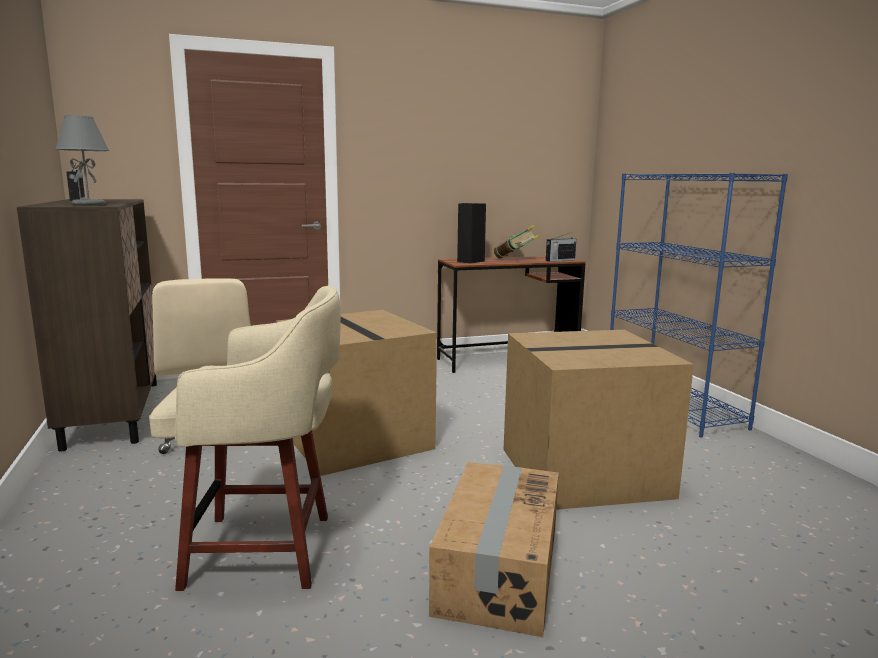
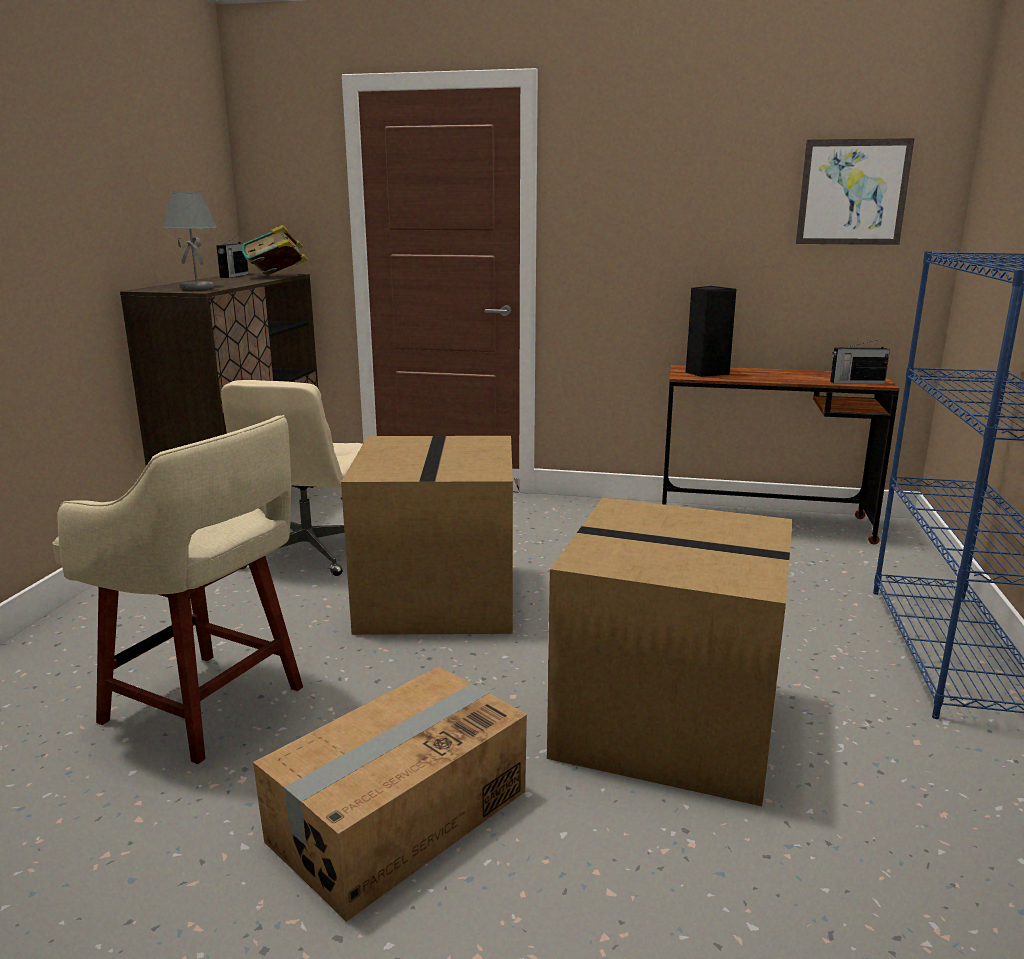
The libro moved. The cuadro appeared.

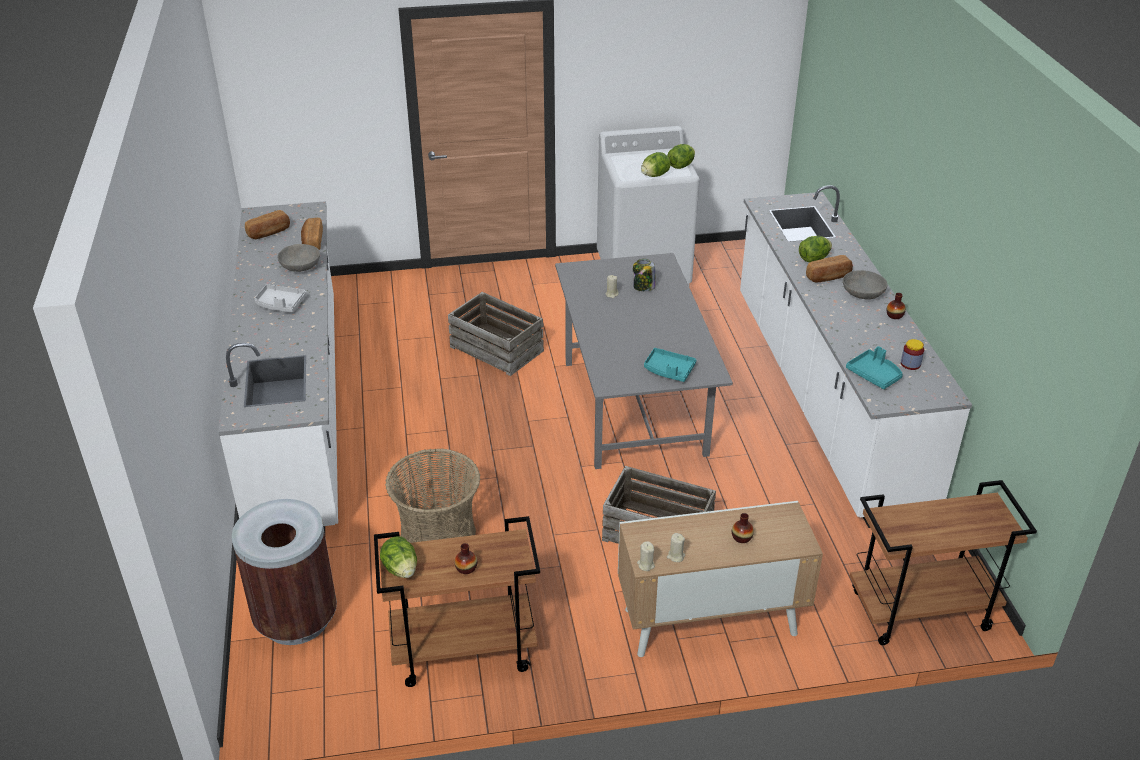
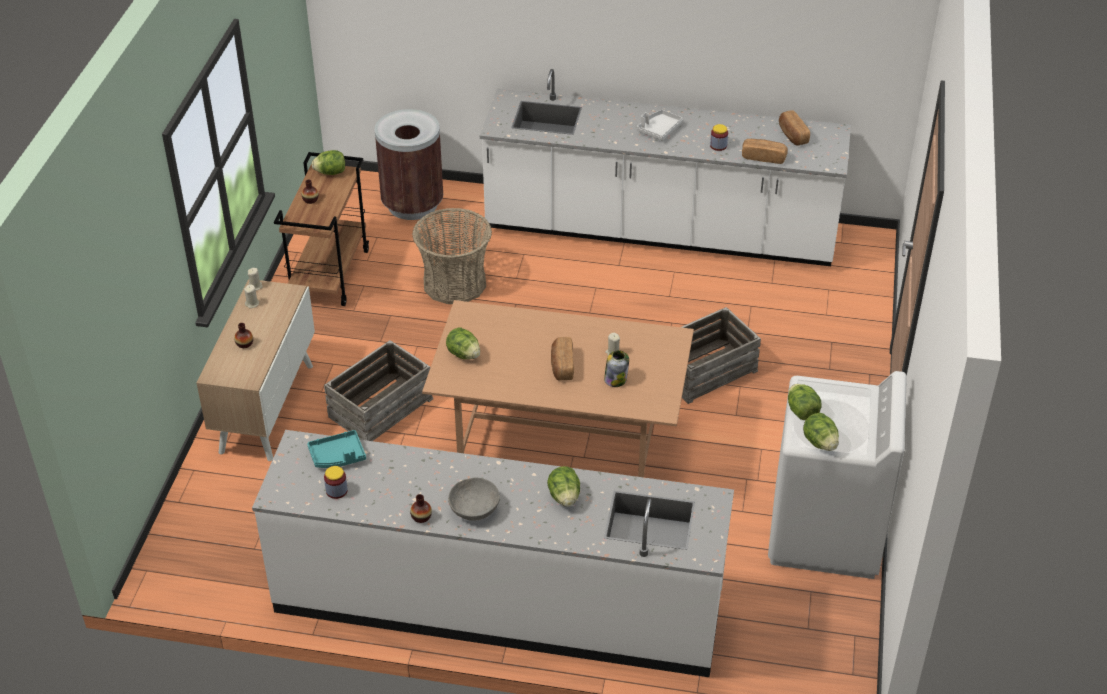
The mesa de comedor [gris] became the mesa de comedor [marrón]. The bandeja [turquesa] (no. 1 from left) was replaced by the lechuga (no. 2 from left). The pan (no. 3 from left in the first image) moved. The cuenco [gris] (no. 1 from left) was replaced by the tarro (no. 3 from left). The carrito [marrón] (no. 2 from left) disappeared.

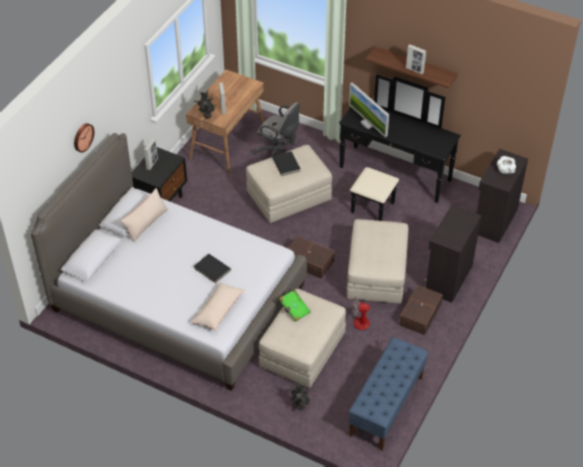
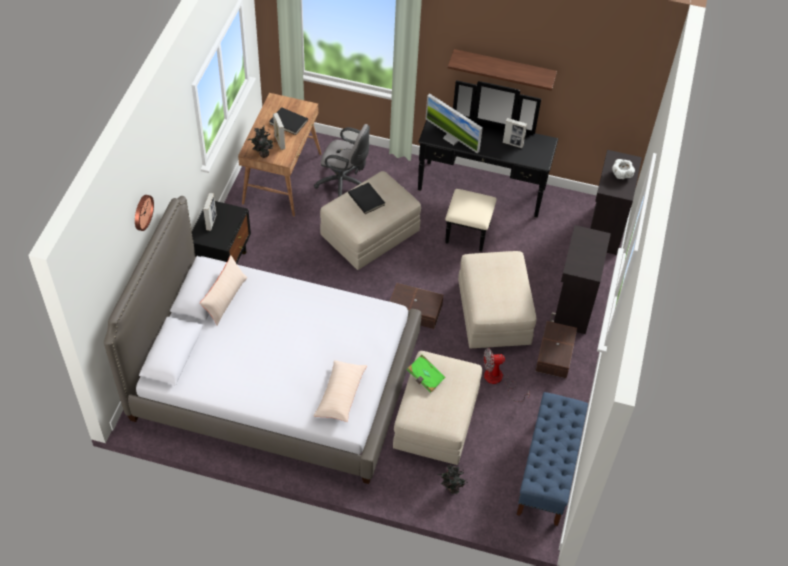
The libro [negro] (no. 1 from left) moved. The portarretratos (no. 3 from left) moved.

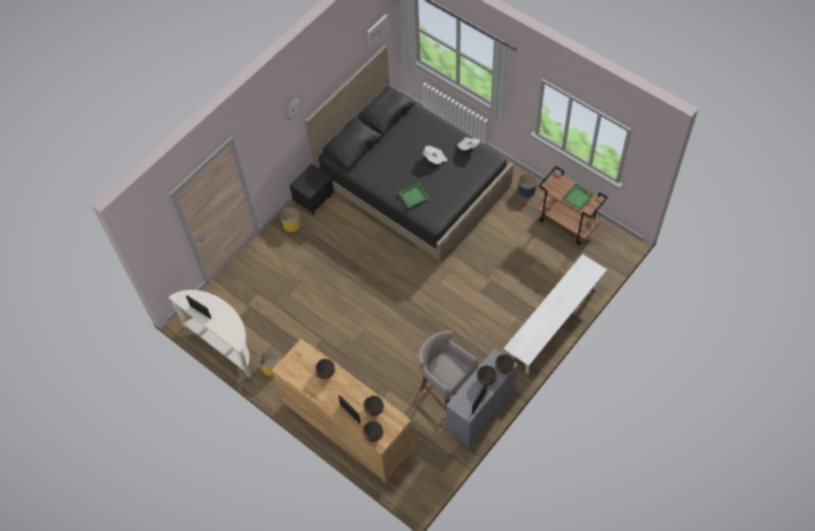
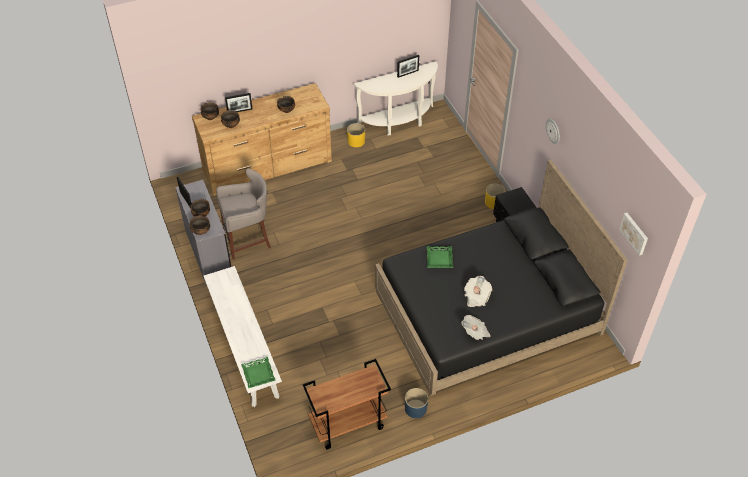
The bandeja [verde] (no. 2 from left in the first image) moved.

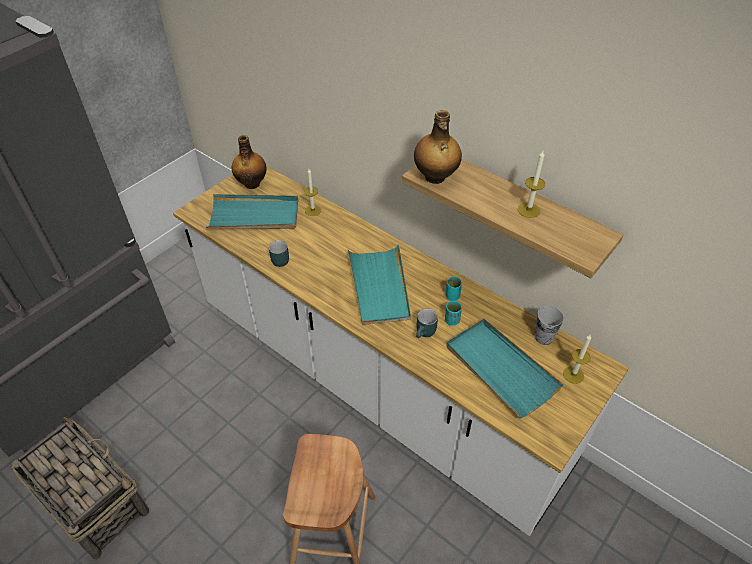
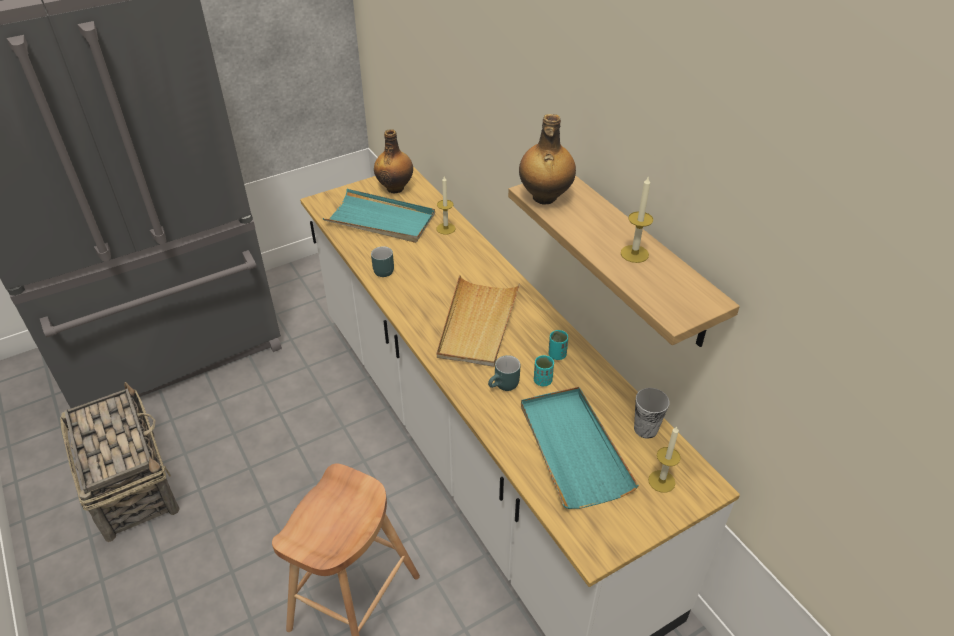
The bandeja [turquesa] (no. 2 from left) became the bandeja [beis].

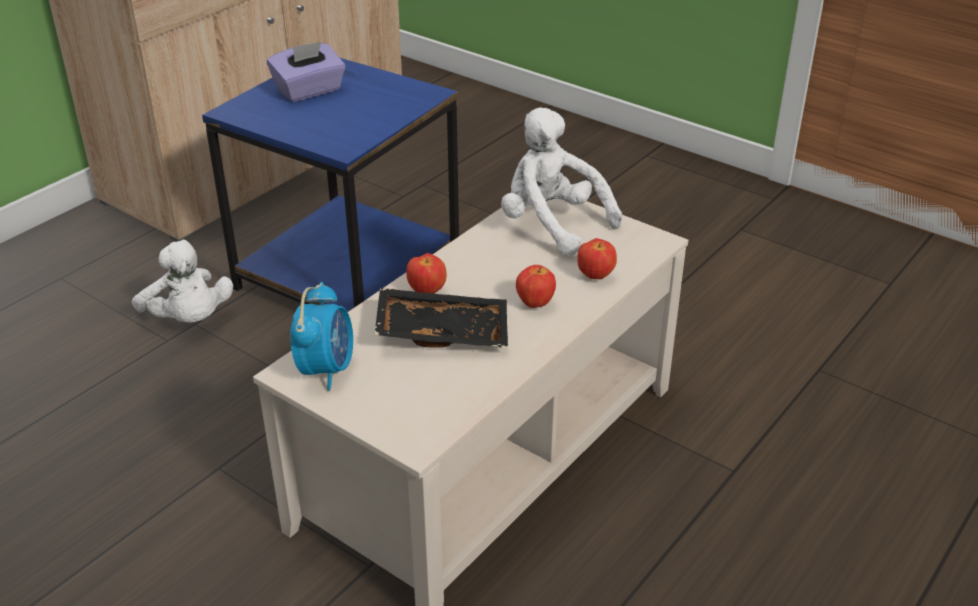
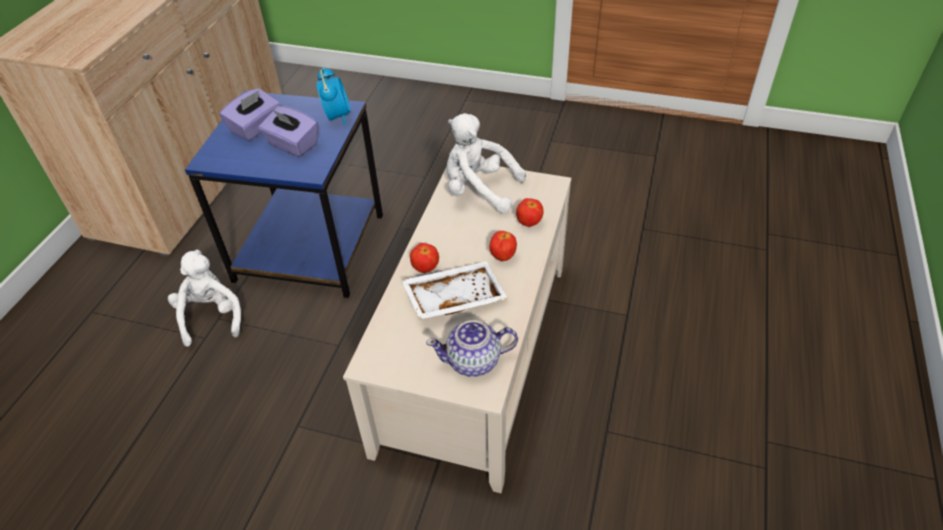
The peluche [blanco] (no. 1 from left) turned 135 degrees counterclockwise. The caja de pañuelos [morado] (no. 2 from left) appeared. The despertador moved. The bandeja [negro] became the bandeja [blanco]. The tetera appeared.

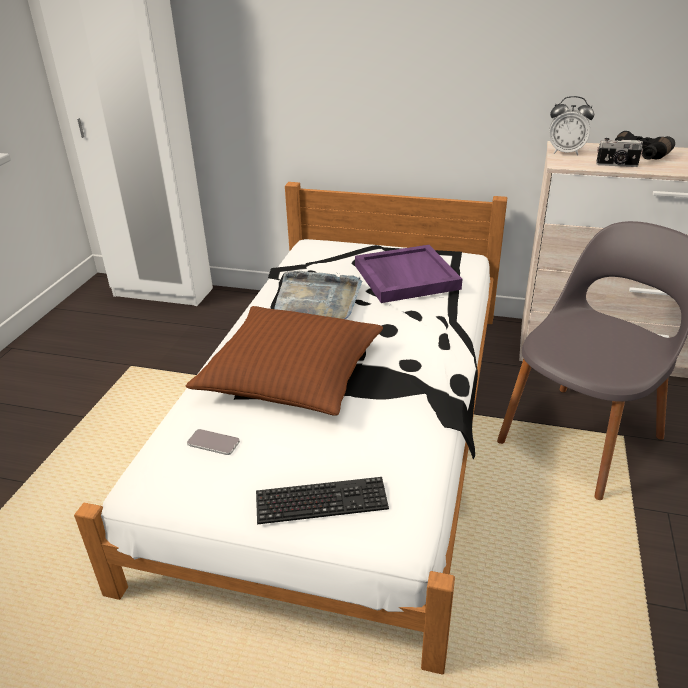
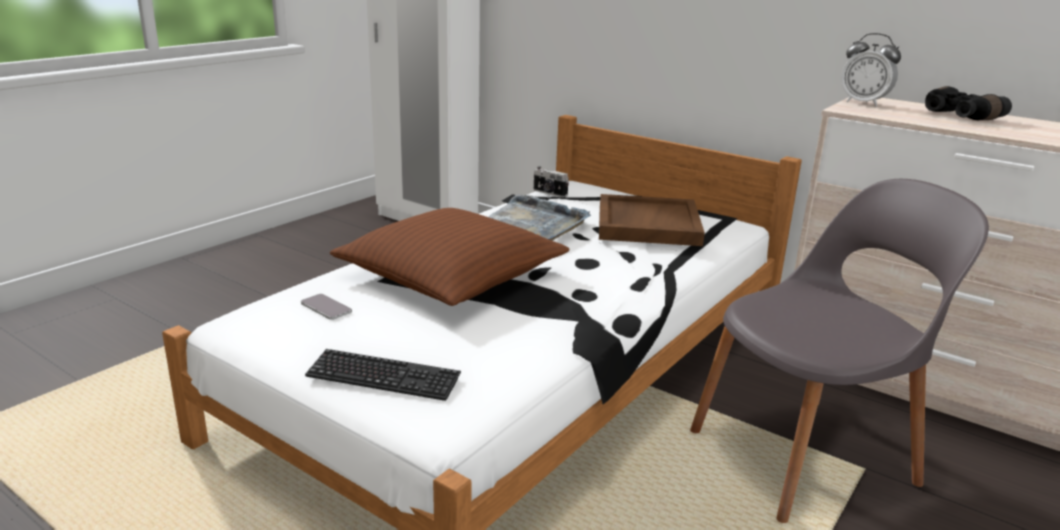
The cámara moved. The bandeja [morado] became the bandeja [marrón].

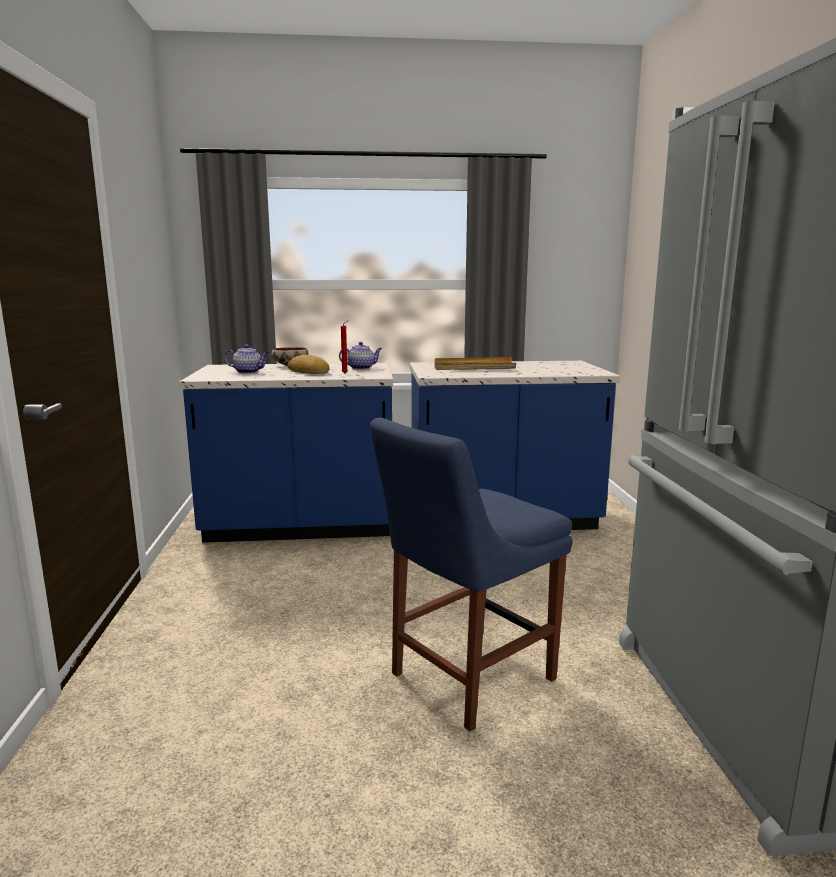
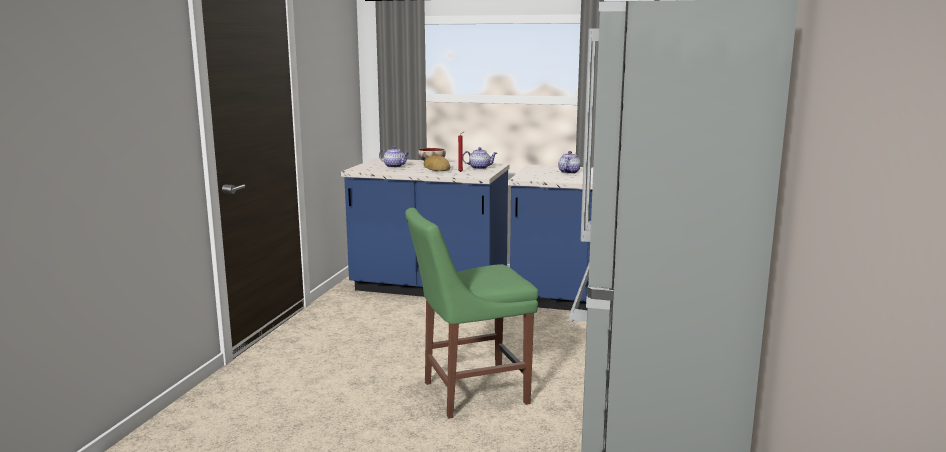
The silla [azul] became the silla [verde]. The bandeja [beis] was replaced by the tetera (no. 3 from left).

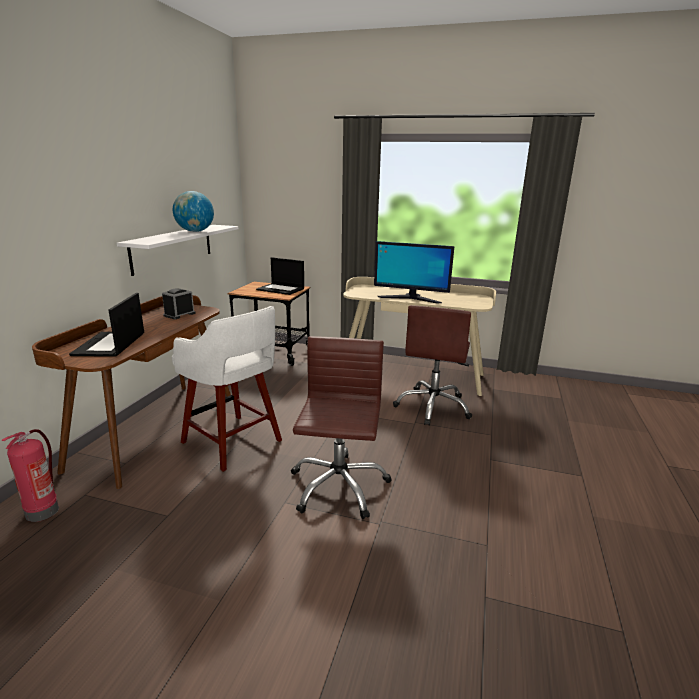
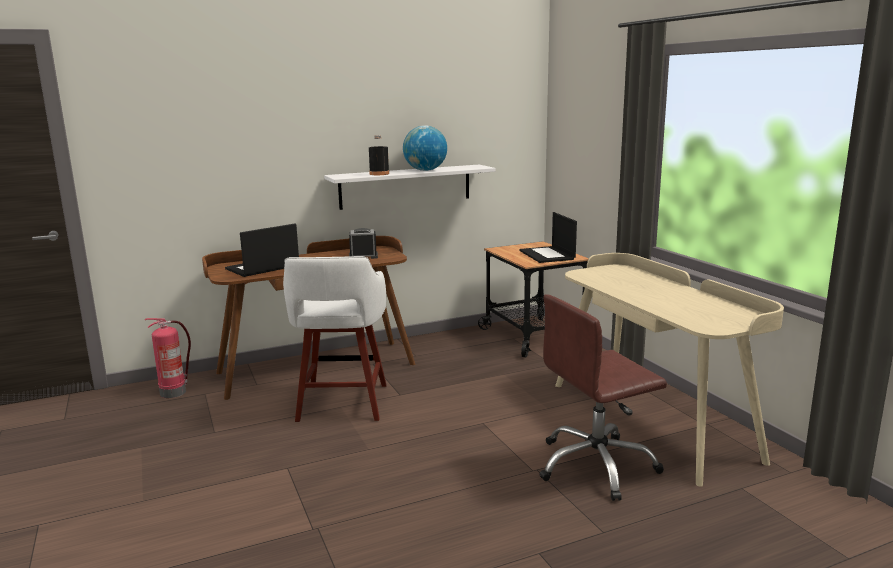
The botella [negro] appeared. The silla de oficina [marrón] (no. 1 from left) disappeared. The monitor disappeared.

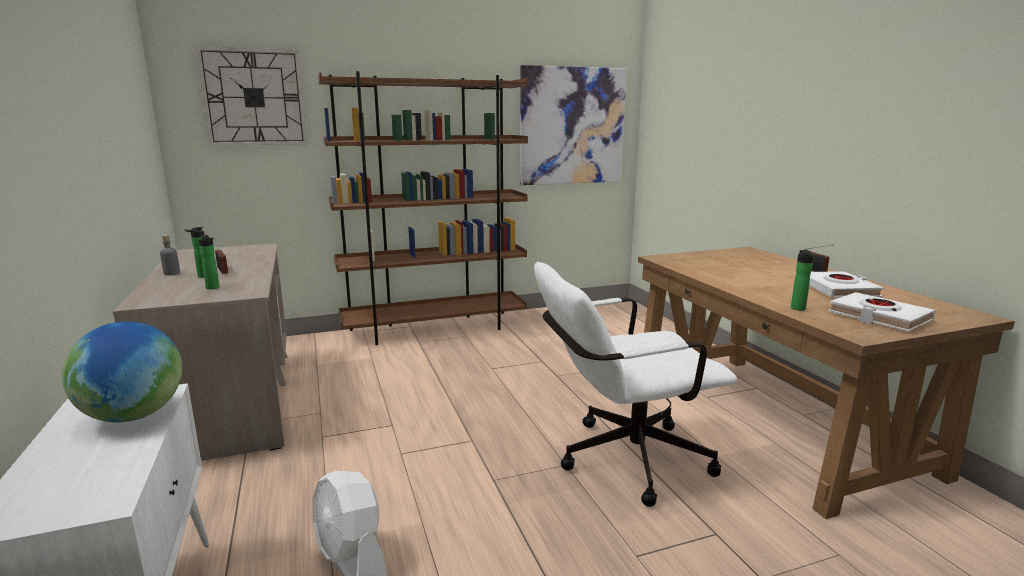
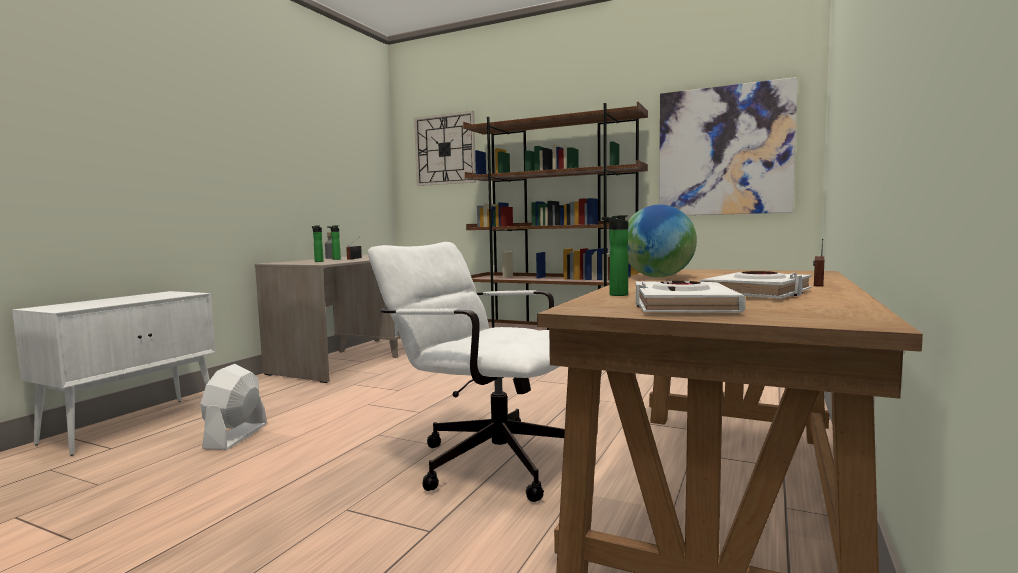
The globo terráqueo moved.

